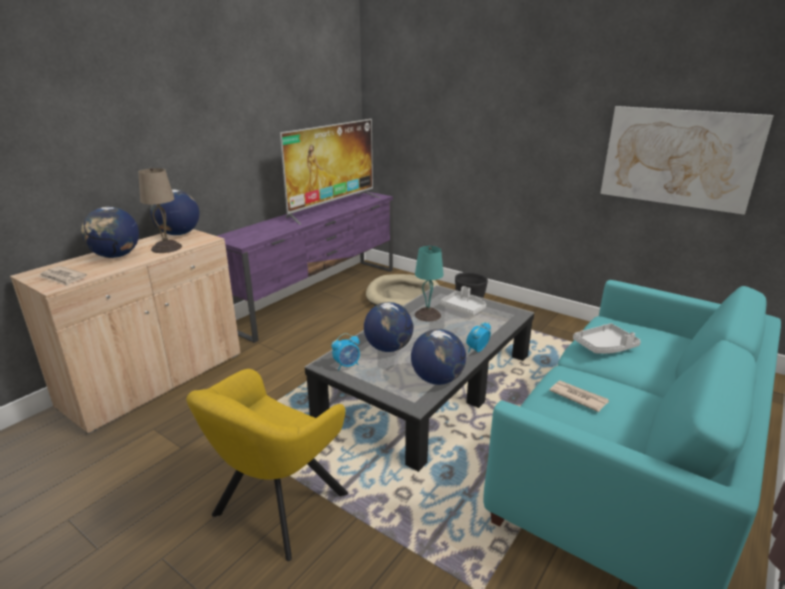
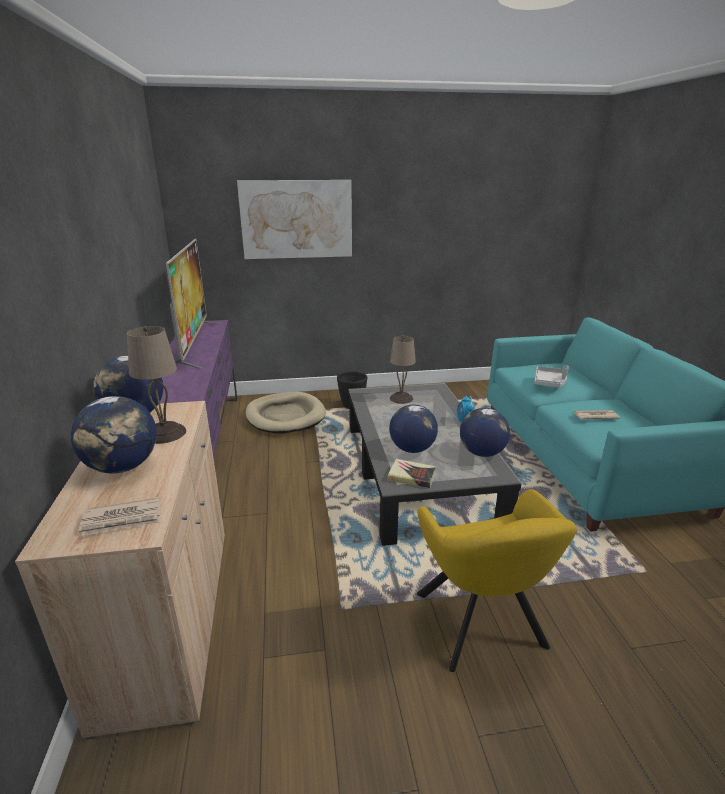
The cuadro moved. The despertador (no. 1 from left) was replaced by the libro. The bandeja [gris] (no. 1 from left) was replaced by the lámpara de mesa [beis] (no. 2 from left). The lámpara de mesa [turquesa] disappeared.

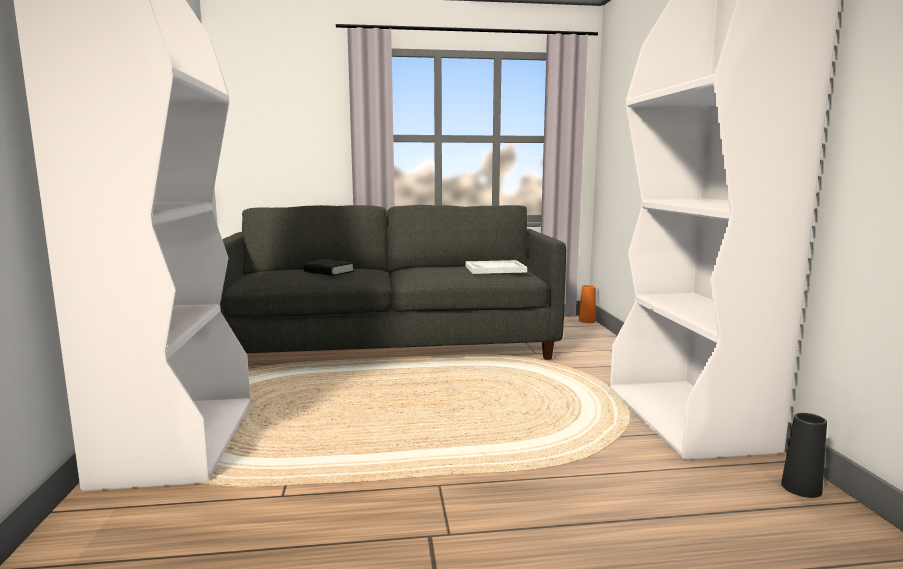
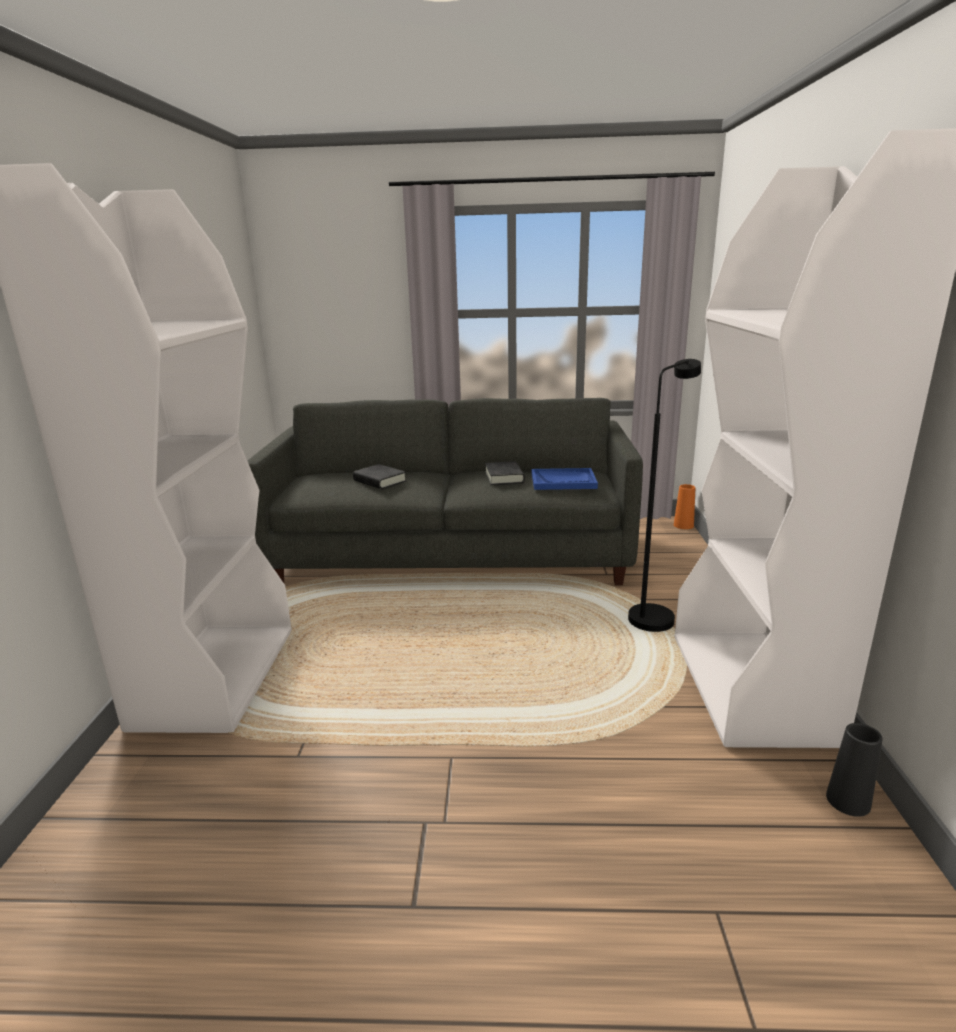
The libro [negro] (no. 2 from left) appeared. The bandeja [blanco] became the bandeja [azul]. The lámpara de pie [negro] appeared.

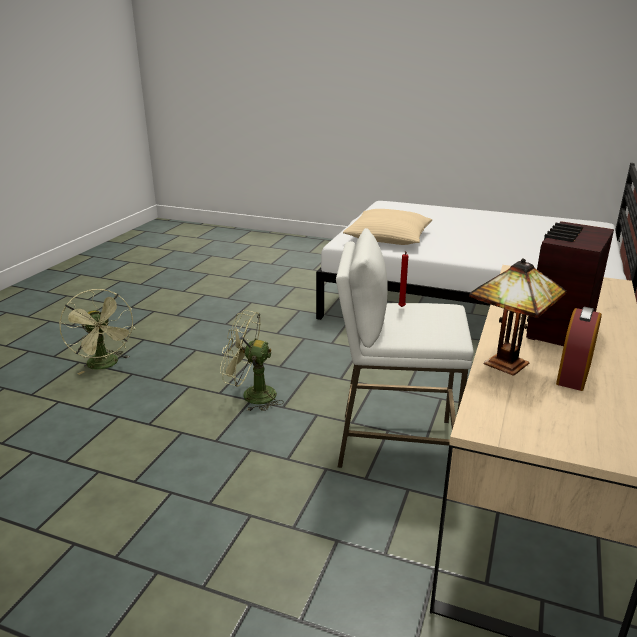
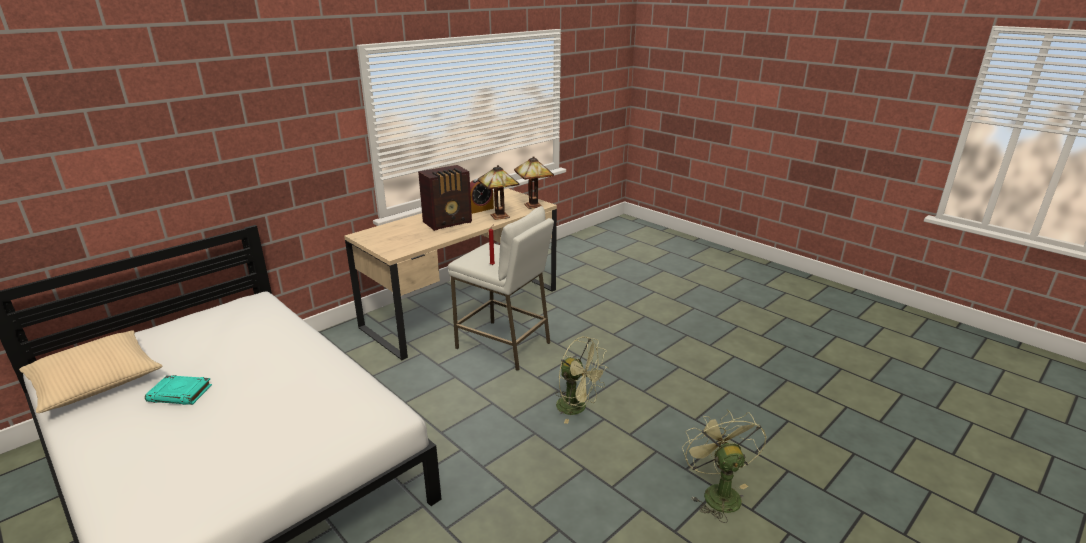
The cojín [beis] moved. The libro [turquesa] appeared. The lámpara de mesa (no. 2 from left) appeared.

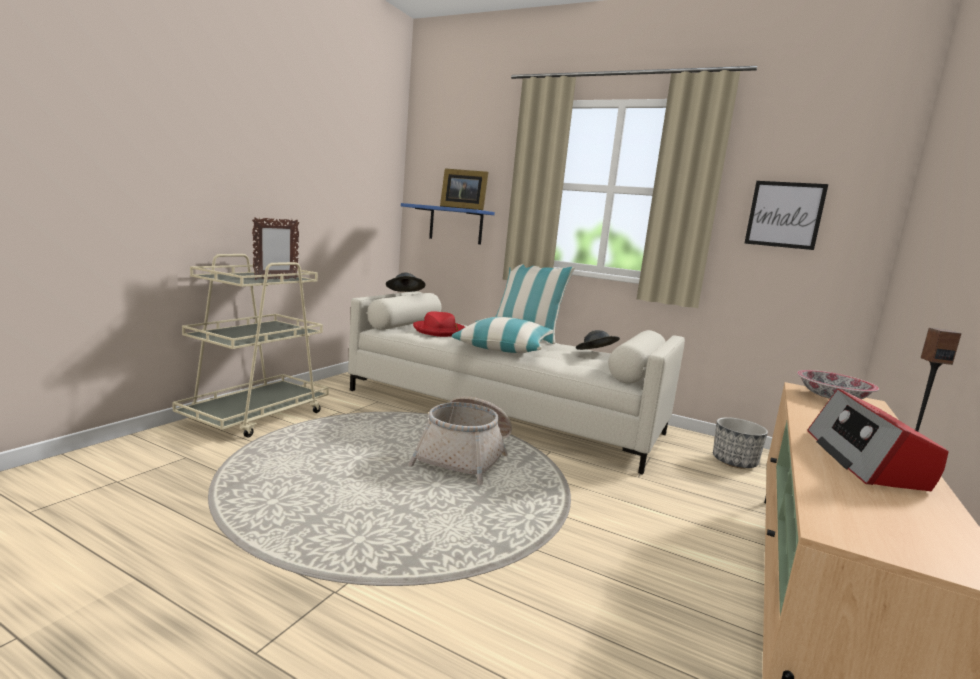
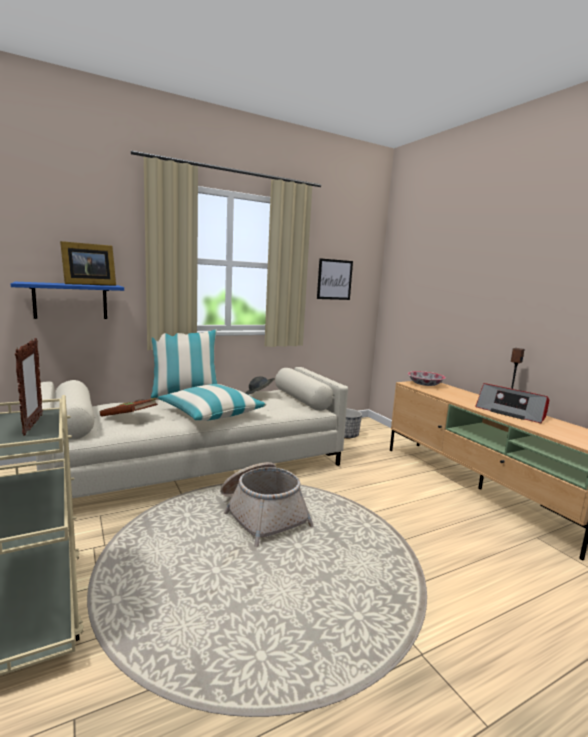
The sombrero [rojo] was replaced by the libro [marrón]. The sombrero [gris] (no. 1 from left) disappeared.

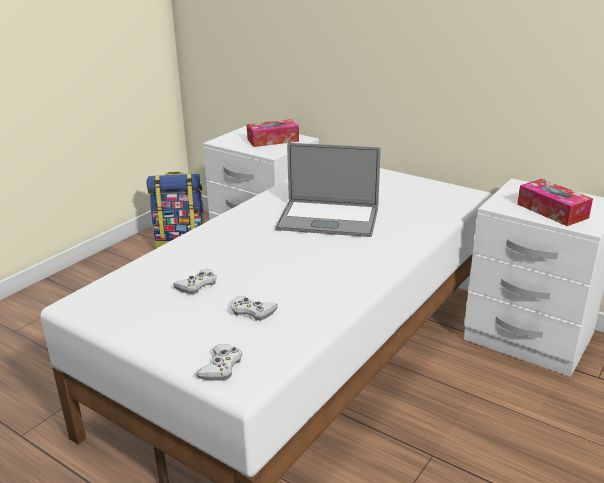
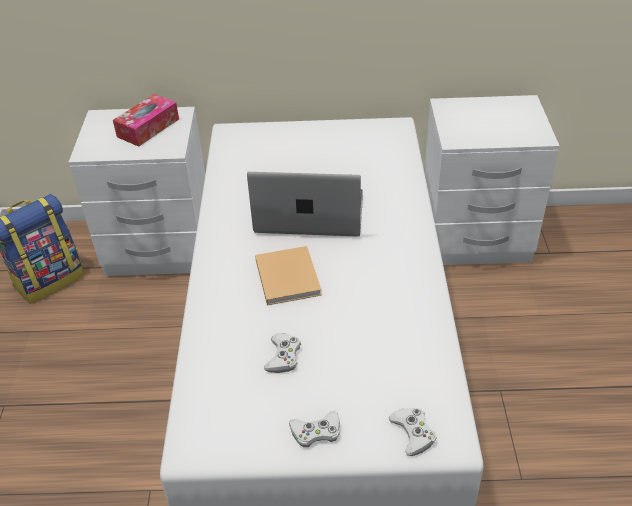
The portátil turned 150 degrees counterclockwise. The libro [beis] appeared. The mando de consola [blanco] (no. 3 from left in the first image) moved. The caja de pañuelos (no. 2 from left) disappeared.

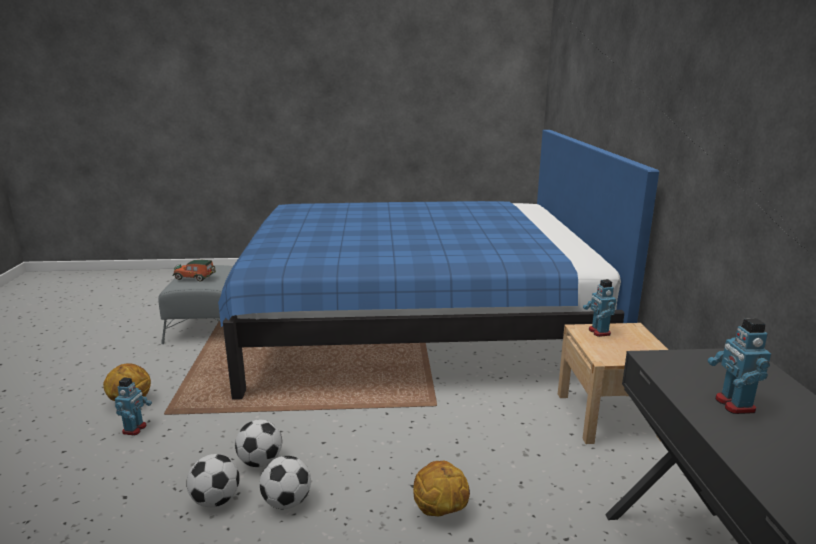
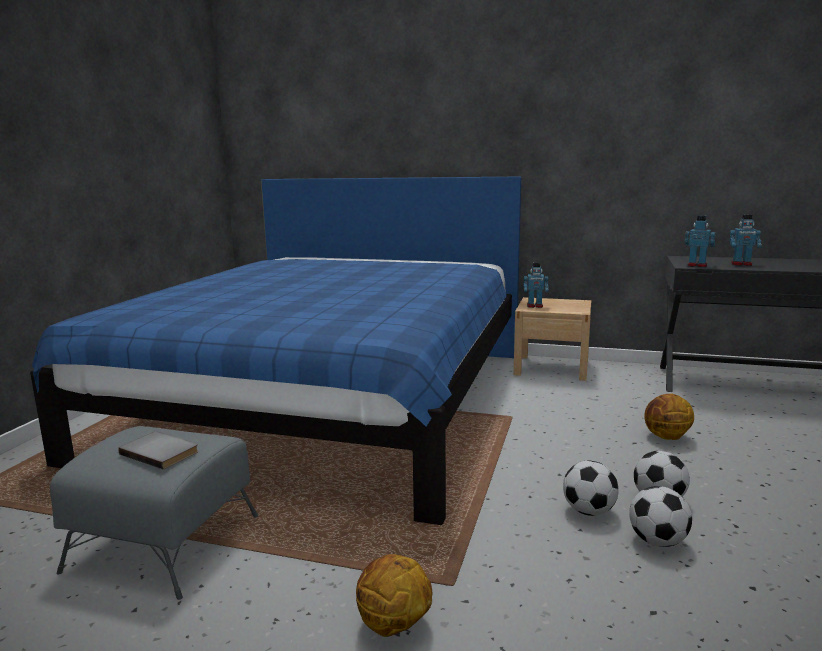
The coche de juguete was replaced by the libro [gris]. The robot de juguete (no. 1 from left in the first image) moved.

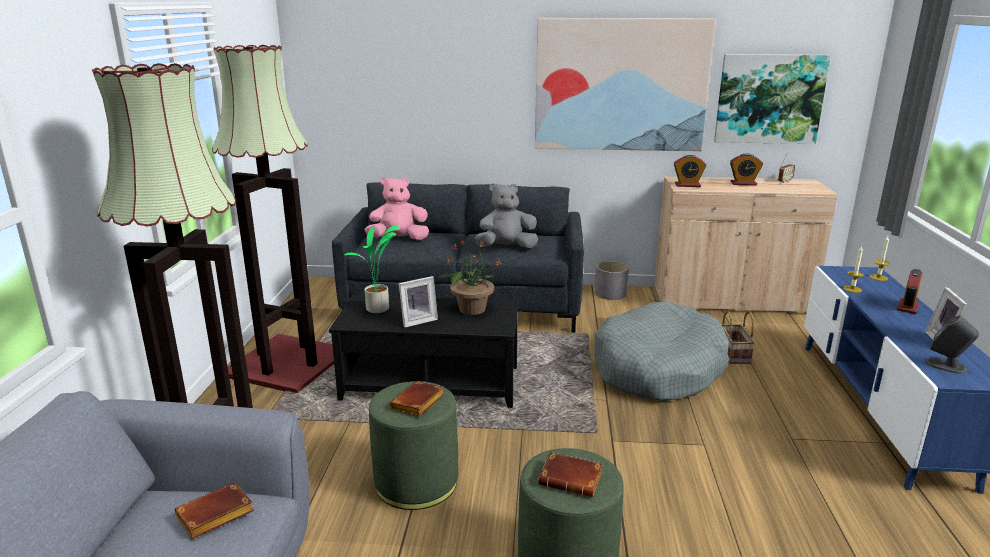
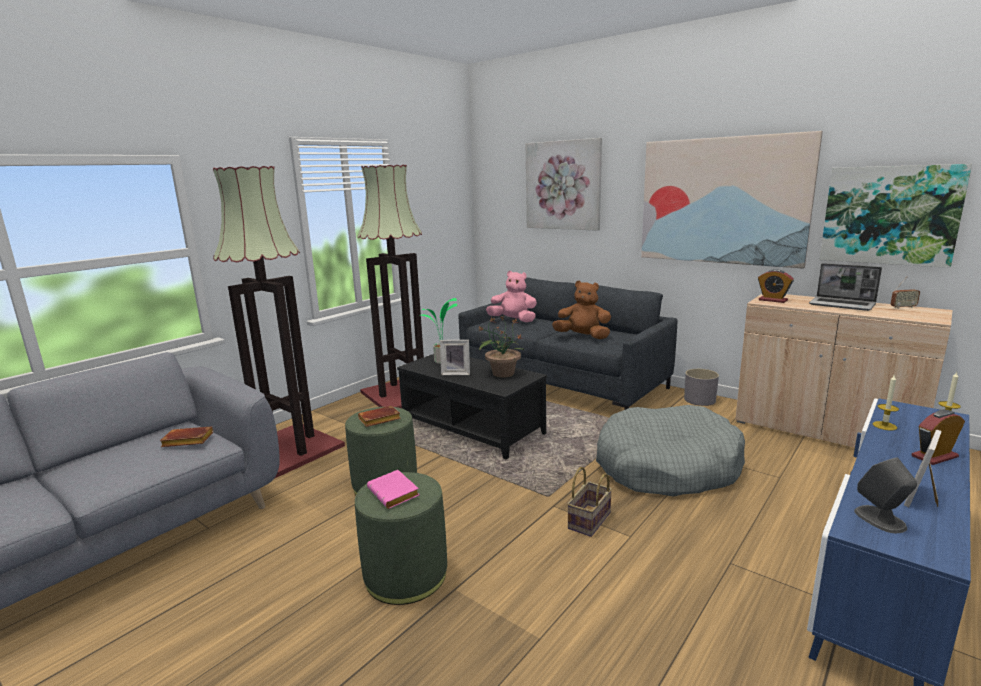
The libro [marrón] (no. 3 from left) became the libro [rosa]. The cuadro (no. 1 from left) appeared. The peluche [gris] became the peluche [marrón]. The cesta moved. The despertador (no. 2 from left) was replaced by the portátil.

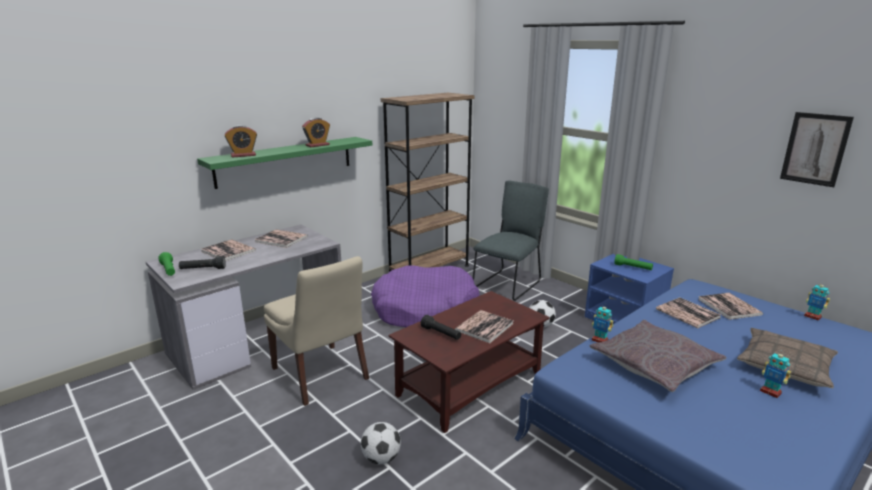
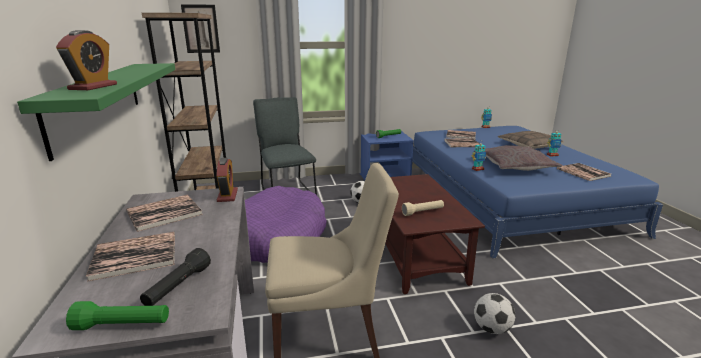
The cuadro moved. The despertador (no. 2 from left) moved. The linterna [negro] (no. 2 from left) became the linterna [beis]. The libro (no. 3 from left in the first image) moved.

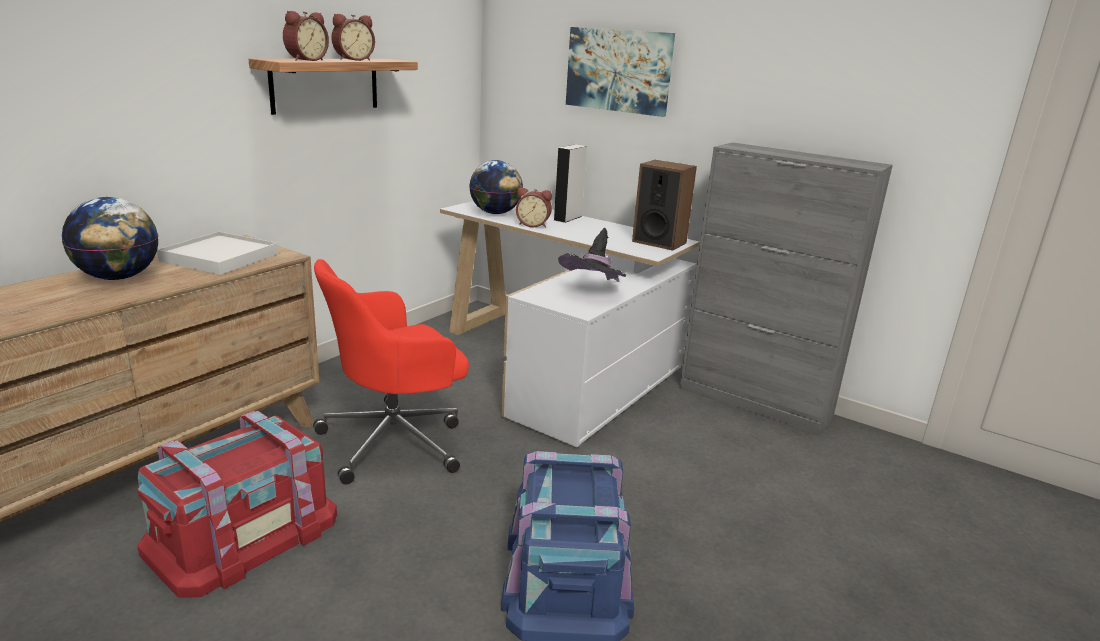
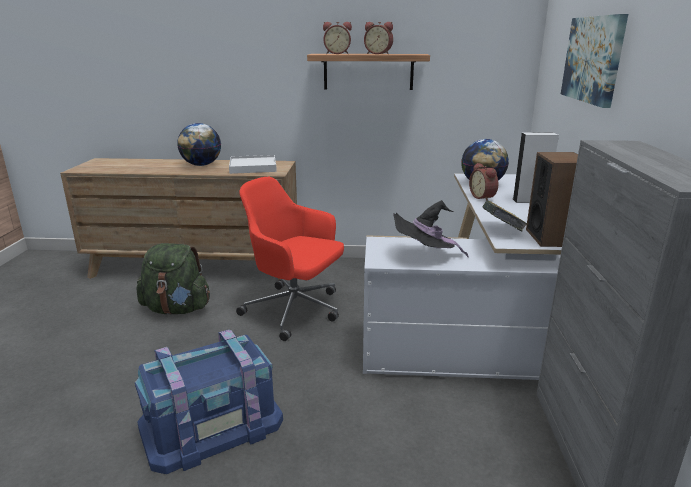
The caja de almacenaje [rojo] was replaced by the mochila [verde]. The libro appeared.

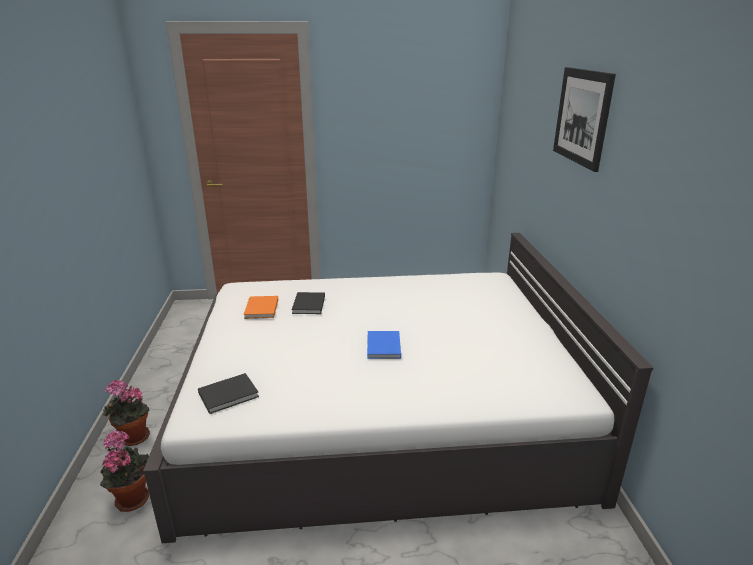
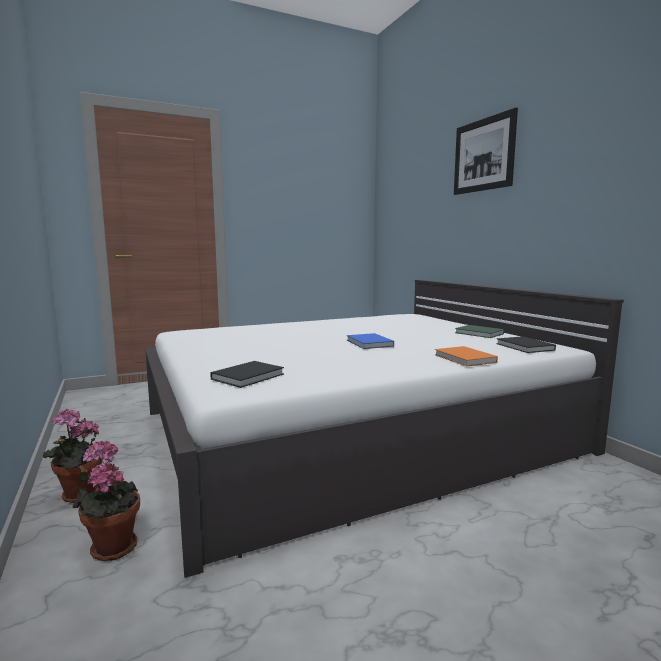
The libro [naranja] moved. The libro [verde] appeared. The libro [negro] (no. 2 from left) moved.

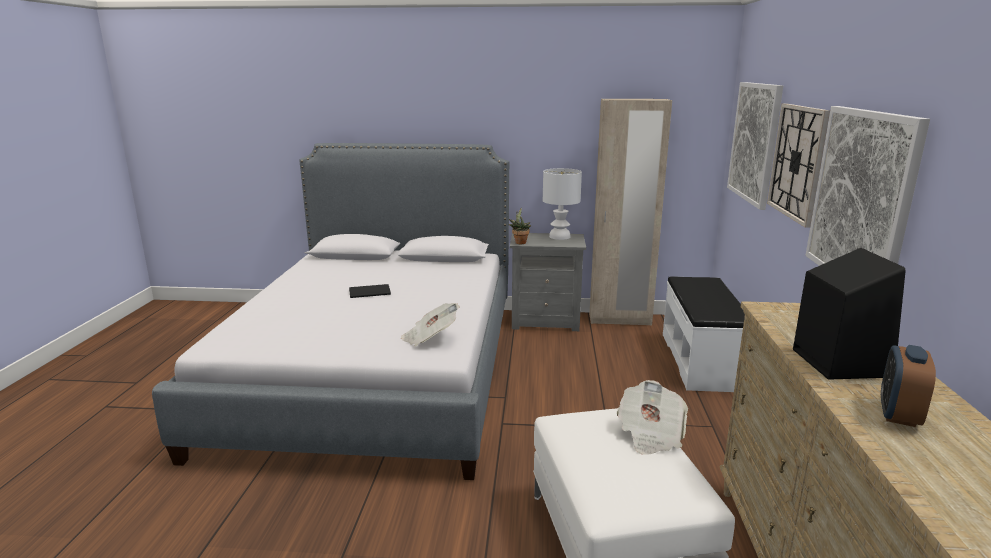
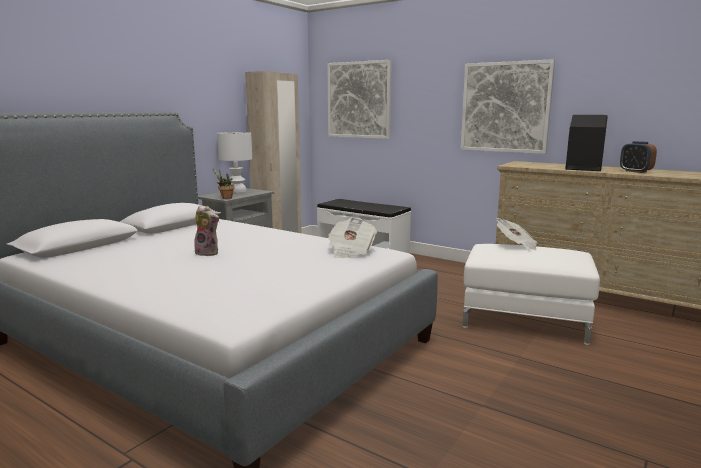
The libro [negro] was replaced by the peluche. The reloj de pared disappeared.

